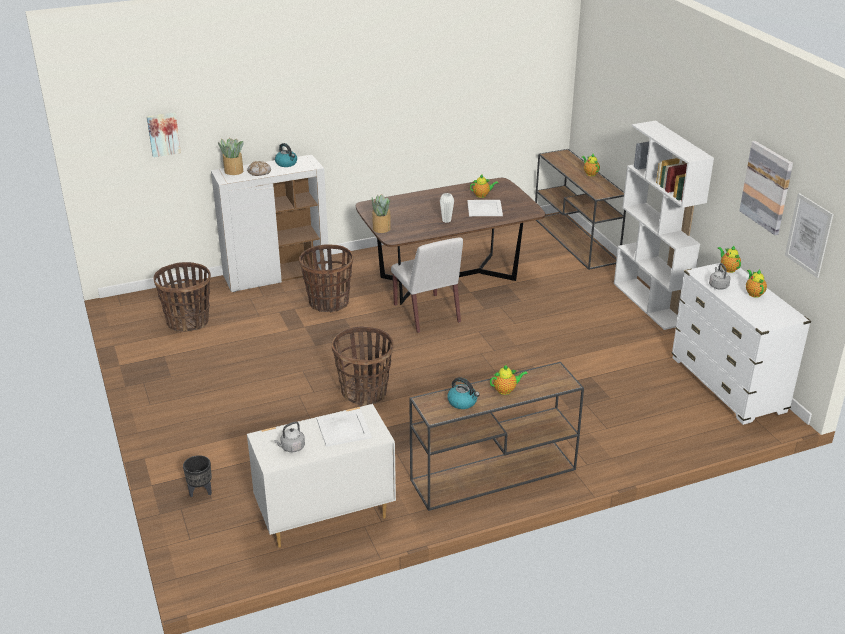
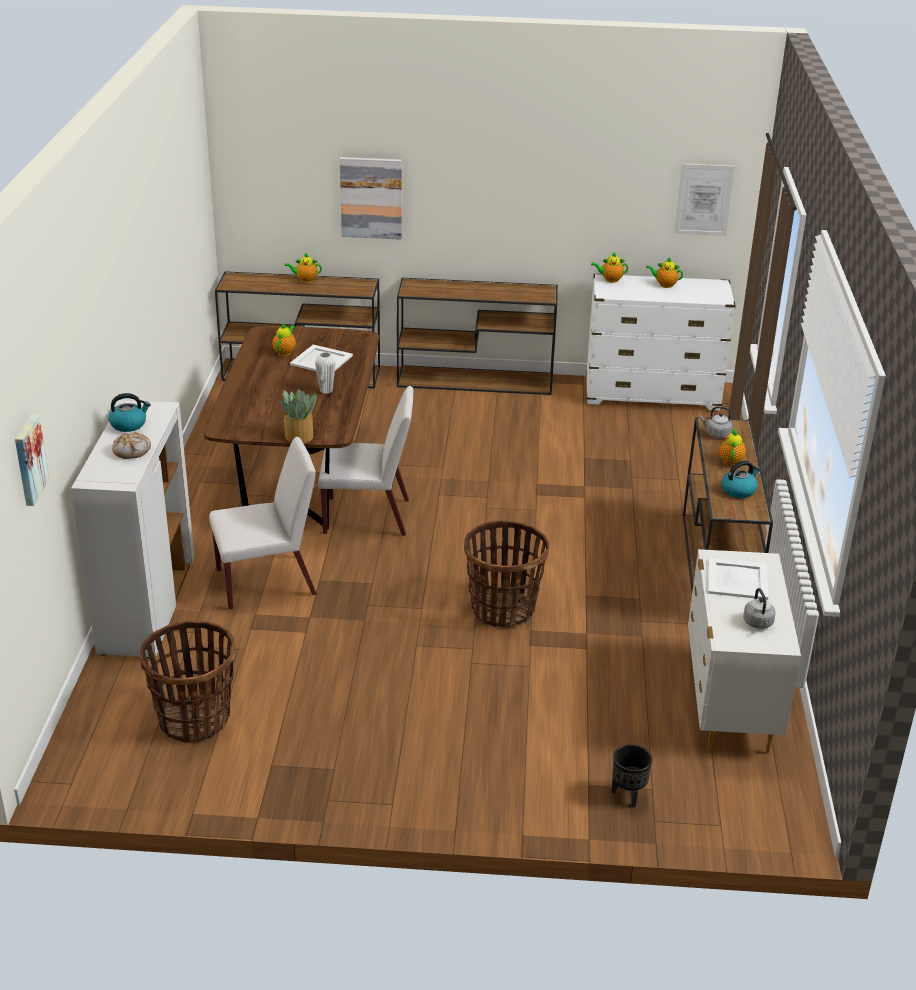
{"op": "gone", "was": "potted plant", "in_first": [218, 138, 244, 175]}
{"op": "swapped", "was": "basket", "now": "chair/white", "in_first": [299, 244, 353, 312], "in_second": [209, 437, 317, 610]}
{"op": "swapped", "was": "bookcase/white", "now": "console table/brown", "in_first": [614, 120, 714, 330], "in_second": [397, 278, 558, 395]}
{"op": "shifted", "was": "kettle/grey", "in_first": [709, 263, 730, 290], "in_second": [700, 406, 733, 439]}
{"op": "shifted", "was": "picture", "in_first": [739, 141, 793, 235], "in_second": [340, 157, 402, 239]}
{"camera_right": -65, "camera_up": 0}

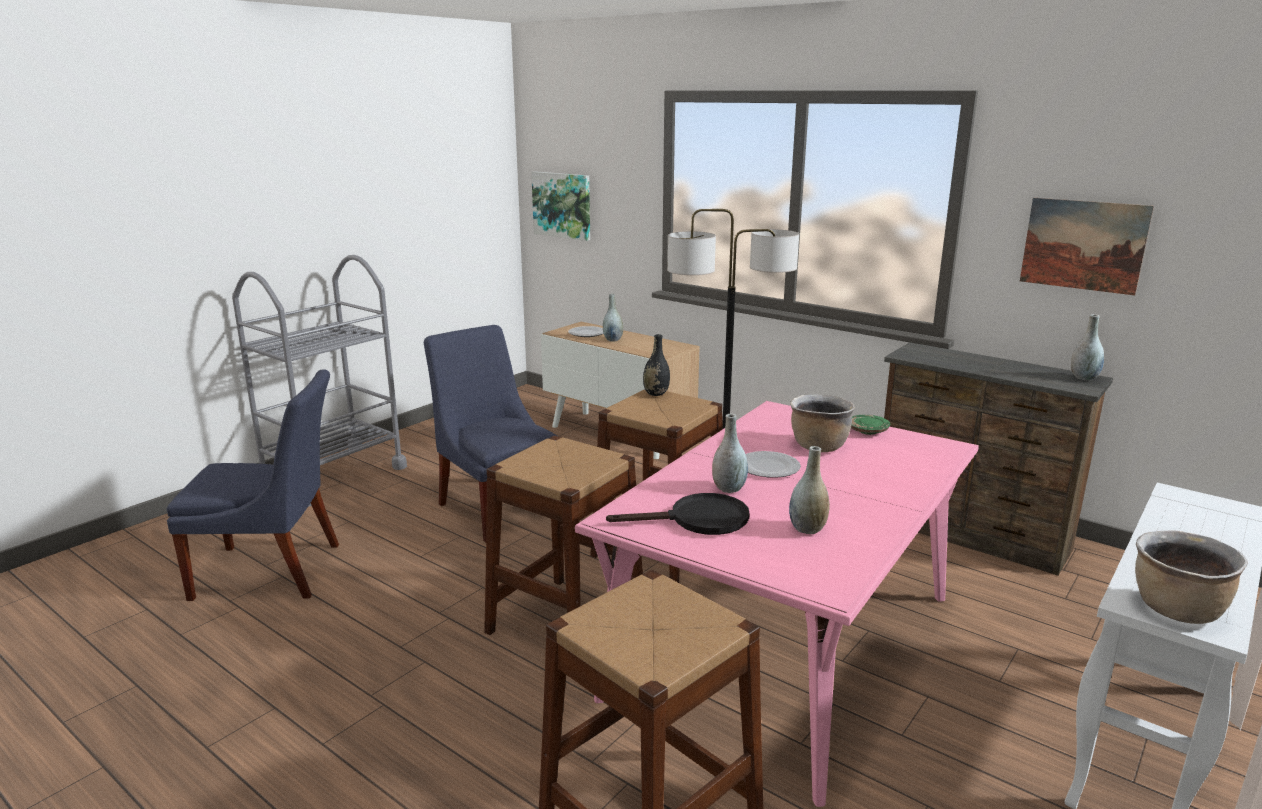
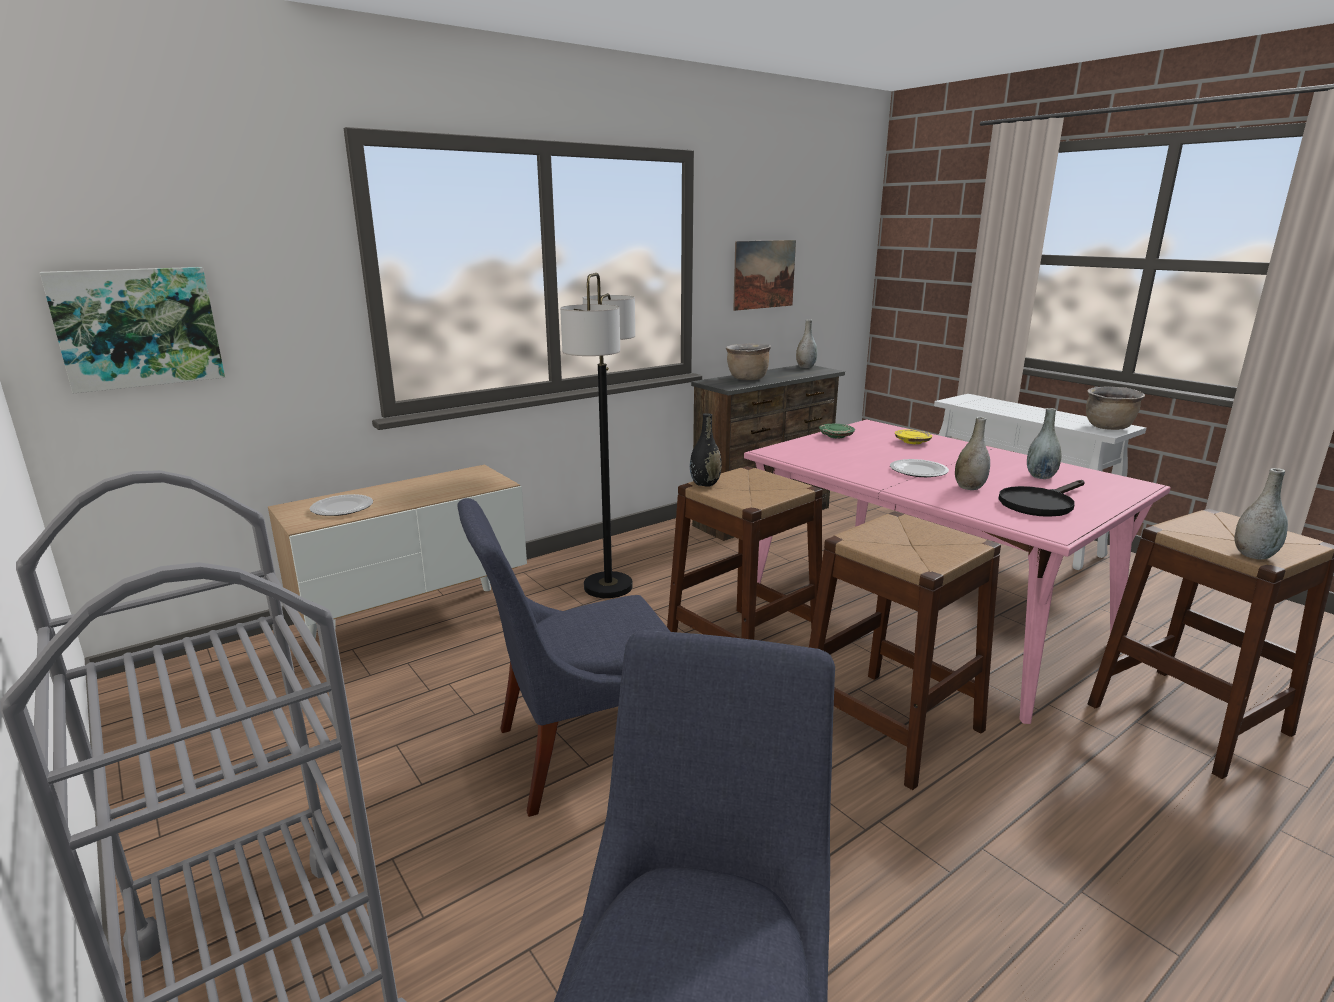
{"op": "shifted", "was": "vase/grey", "in_first": [603, 294, 623, 342], "in_second": [1235, 468, 1288, 560]}
{"op": "rotated", "was": "frying pan/black", "in_first": [606, 493, 750, 535], "in_second": [999, 480, 1085, 517], "clockwise": -135}
{"op": "shifted", "was": "cooking pot/brown", "in_first": [790, 395, 855, 452], "in_second": [726, 343, 771, 380]}
{"op": "new", "now": "plate/yellow", "in_second": [895, 430, 932, 444]}
{"camera_right": -75, "camera_up": 0}

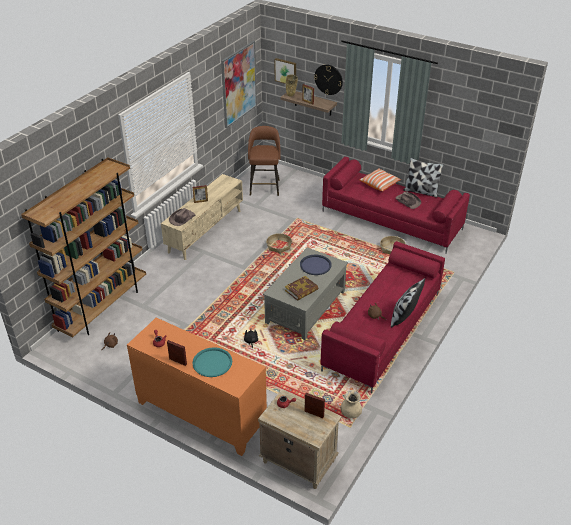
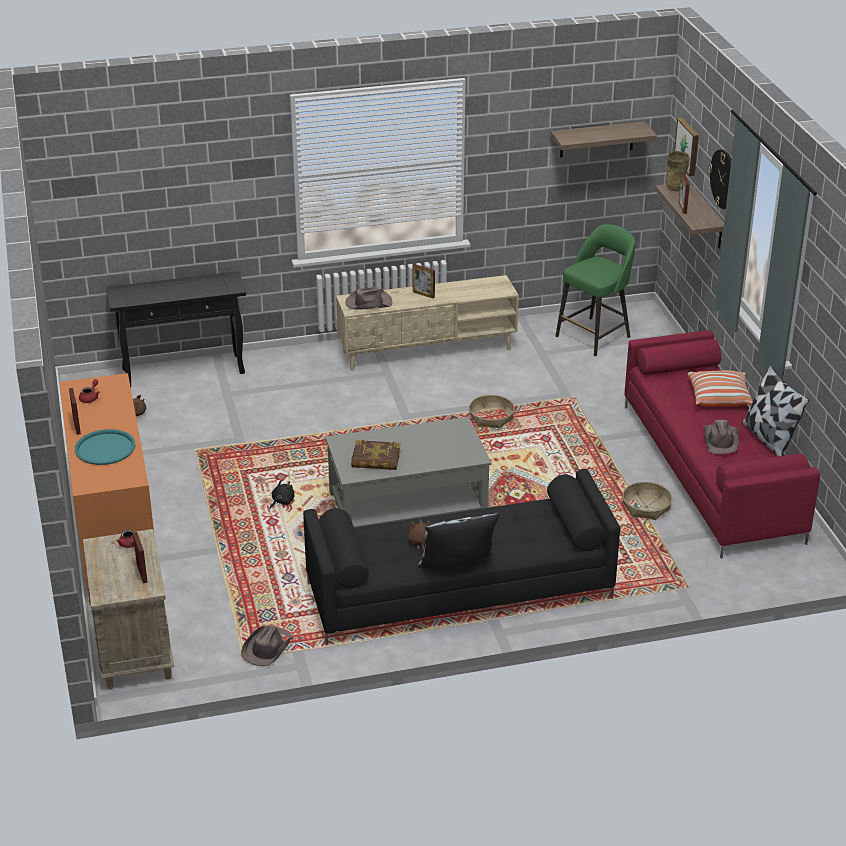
{"op": "swapped", "was": "bookcase/brown", "now": "console table/black", "in_first": [21, 157, 146, 337], "in_second": [106, 271, 246, 387]}
{"op": "swapped", "was": "picture", "now": "shelf", "in_first": [221, 41, 257, 128], "in_second": [551, 121, 657, 157]}
{"op": "repainted", "was": "stool/brown", "now": "stool/green", "in_first": [248, 126, 281, 196], "in_second": [556, 224, 635, 356]}
{"op": "gone", "was": "tray/blue", "in_first": [300, 255, 332, 275]}
{"op": "repainted", "was": "sofa/red", "now": "sofa/black", "in_first": [321, 241, 445, 394], "in_second": [303, 469, 620, 645]}
{"op": "swapped", "was": "vase/beige", "now": "hat/brown", "in_first": [341, 390, 362, 419], "in_second": [241, 625, 293, 666]}
{"camera_right": 45, "camera_up": -5}

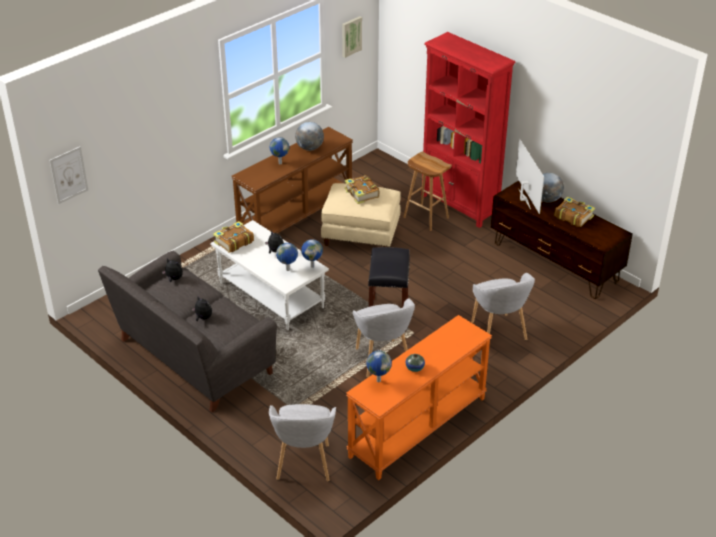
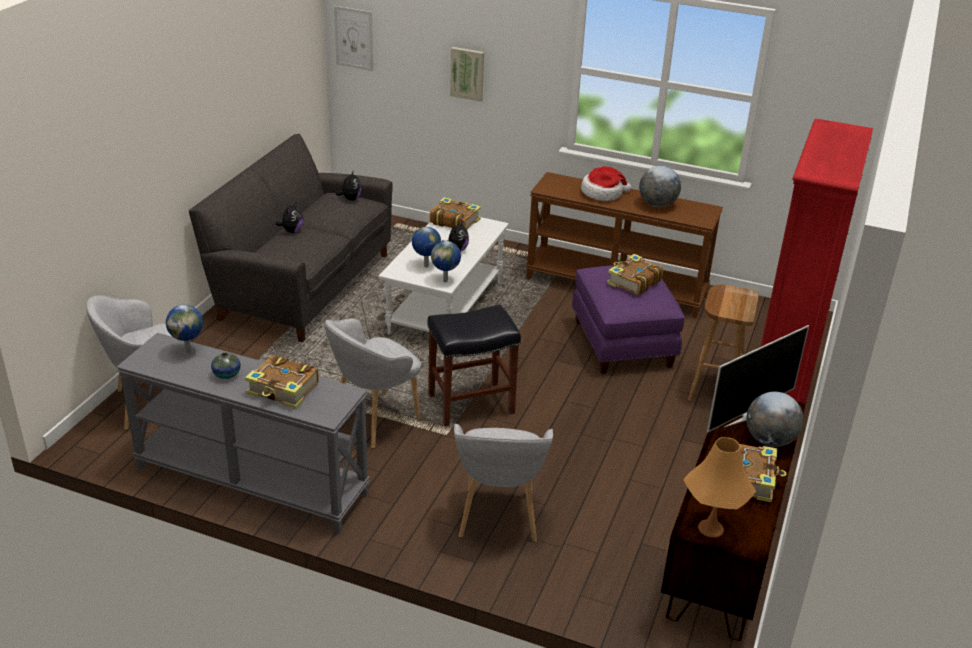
{"op": "swapped", "was": "globe", "now": "hat", "in_first": [270, 137, 289, 164], "in_second": [581, 166, 632, 201]}
{"op": "repainted", "was": "ottoman/beige", "now": "ottoman/purple", "in_first": [321, 183, 401, 247], "in_second": [572, 265, 685, 374]}
{"op": "shifted", "was": "picture", "in_first": [342, 16, 362, 58], "in_second": [450, 47, 484, 102]}
{"op": "repainted", "was": "console table/orange", "now": "console table/grey", "in_first": [346, 315, 492, 480], "in_second": [117, 333, 370, 534]}
{"op": "rotated", "was": "armchair/grey", "in_first": [471, 273, 535, 341], "in_second": [454, 424, 553, 542], "clockwise": -45}
{"op": "new", "now": "book", "in_second": [245, 355, 319, 409]}
{"op": "new", "now": "table lamp/orange", "in_second": [683, 437, 756, 538]}
{"camera_right": 65, "camera_up": -5}

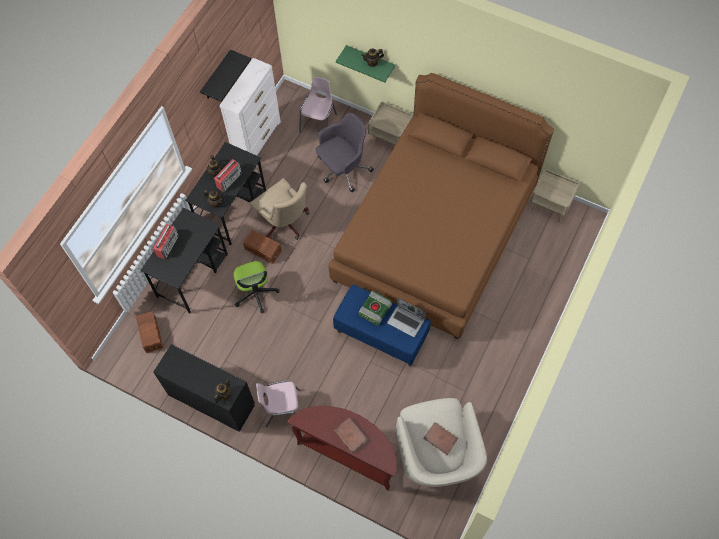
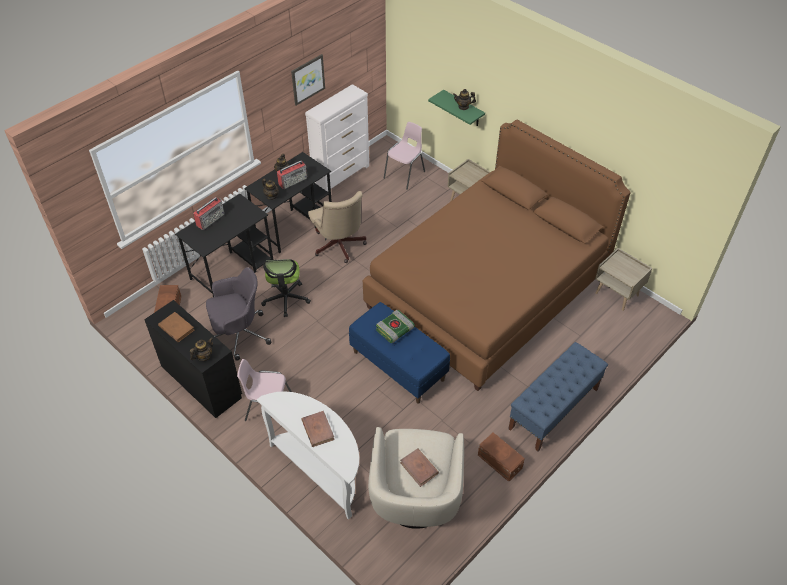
{"op": "swapped", "was": "shelf/black", "now": "picture", "in_first": [200, 50, 251, 102], "in_second": [291, 54, 325, 105]}
{"op": "shifted", "was": "storage box/brown", "in_first": [243, 230, 282, 264], "in_second": [478, 432, 525, 482]}
{"op": "repainted", "was": "console table/brown", "now": "console table/white", "in_first": [287, 406, 397, 490], "in_second": [257, 391, 359, 520]}
{"op": "shifted", "was": "office chair/grey", "in_first": [316, 113, 374, 192], "in_second": [206, 267, 271, 361]}
{"op": "gone", "was": "laptop", "in_first": [387, 298, 426, 337]}
{"op": "new", "now": "book/brown", "in_second": [158, 312, 194, 342]}
{"op": "new", "now": "bench/blue", "in_second": [508, 342, 608, 451]}
{"camera_right": 15, "camera_up": -15}

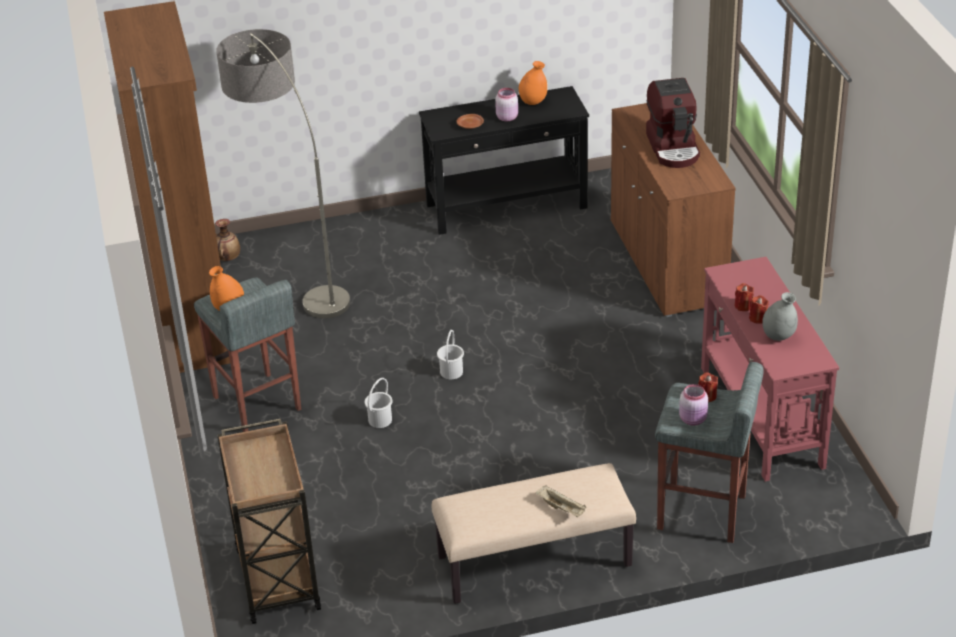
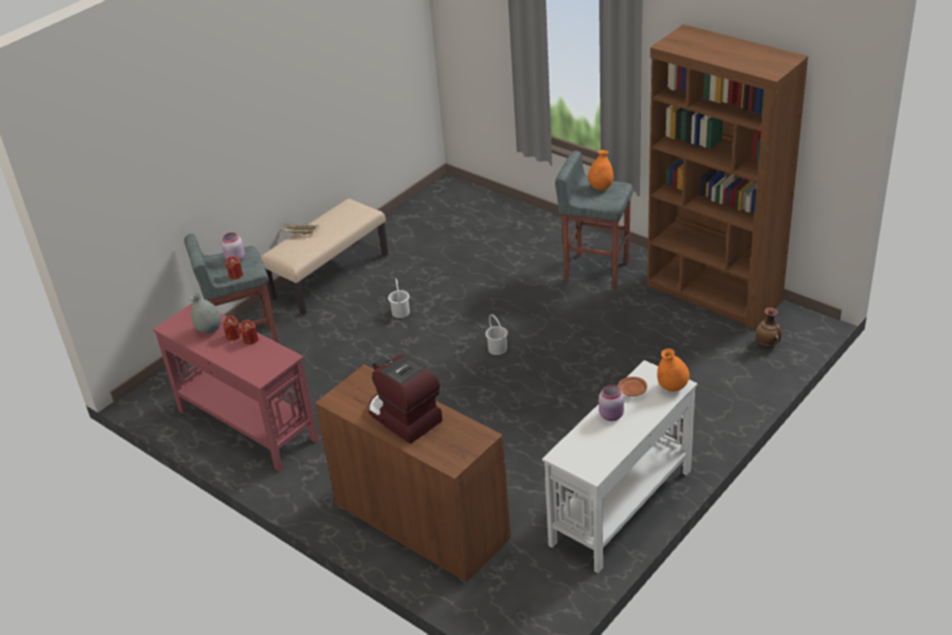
{"op": "gone", "was": "floor lamp", "in_first": [216, 29, 350, 319]}
{"op": "gone", "was": "cart/brown", "in_first": [217, 418, 321, 624]}
{"op": "shifted", "was": "bucket/white", "in_first": [365, 378, 392, 428], "in_second": [388, 278, 410, 318]}
{"op": "repainted", "was": "console table/black", "now": "console table/white", "in_first": [419, 86, 589, 235], "in_second": [542, 360, 697, 573]}
{"op": "shifted", "was": "vase/orange", "in_first": [519, 61, 547, 105], "in_second": [657, 349, 690, 392]}
{"camera_right": 145, "camera_up": 0}

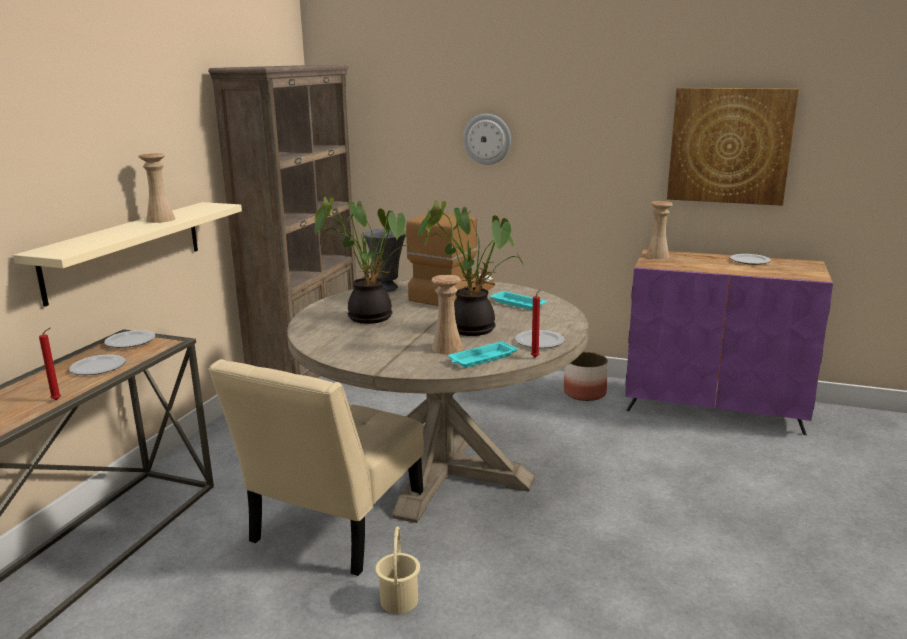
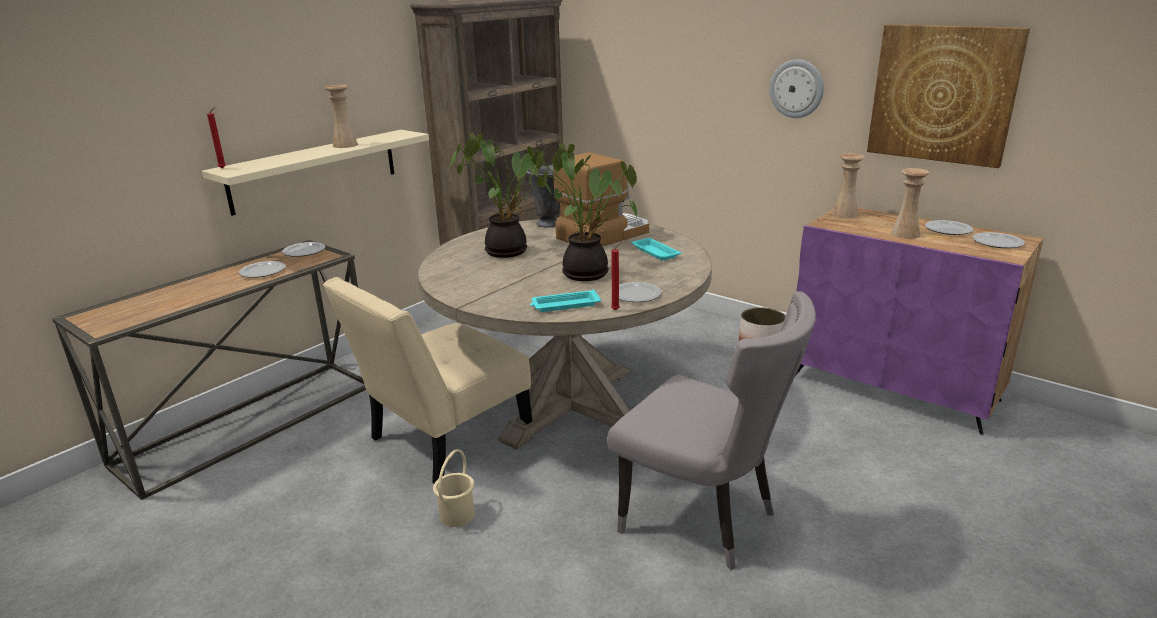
{"op": "shifted", "was": "candle/red", "in_first": [39, 328, 61, 400], "in_second": [207, 107, 226, 169]}
{"op": "shifted", "was": "vase/beige", "in_first": [432, 275, 463, 354], "in_second": [891, 168, 929, 239]}
{"op": "shifted", "was": "wall clock", "in_first": [463, 114, 511, 165], "in_second": [770, 59, 824, 118]}
{"op": "new", "now": "chair/grey", "in_second": [607, 291, 816, 570]}
{"op": "new", "now": "plate", "in_second": [973, 232, 1025, 248]}
{"camera_right": 20, "camera_up": 5}

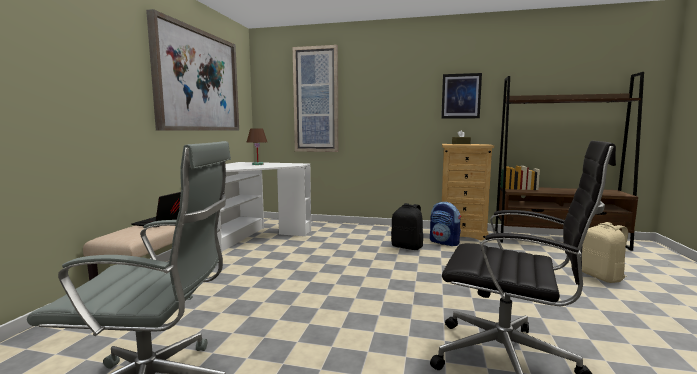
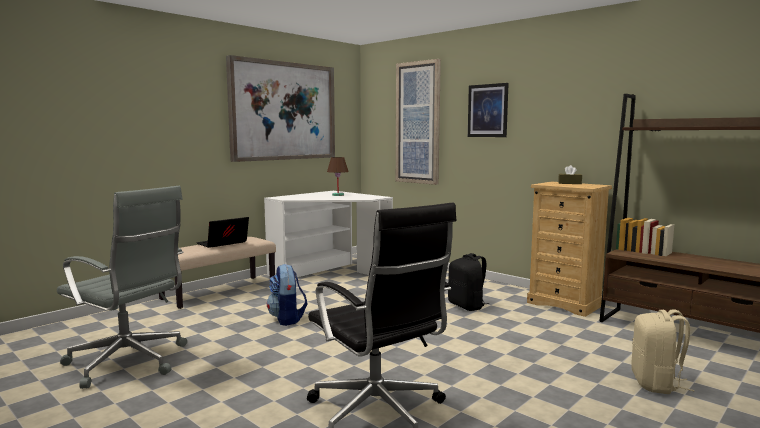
{"op": "shifted", "was": "backpack", "in_first": [430, 202, 461, 246], "in_second": [267, 264, 308, 326]}
{"op": "shifted", "was": "picture", "in_first": [441, 73, 482, 119], "in_second": [468, 83, 509, 137]}
{"camera_right": 30, "camera_up": 0}

